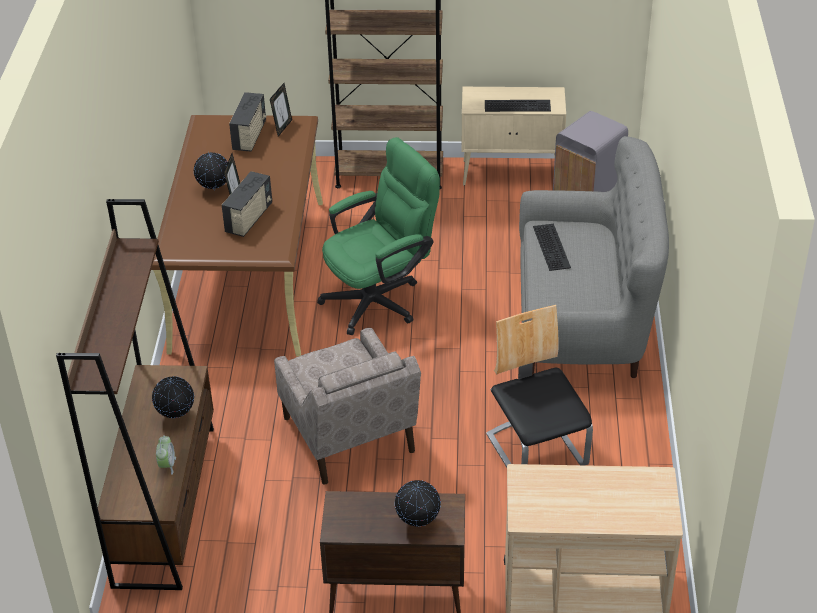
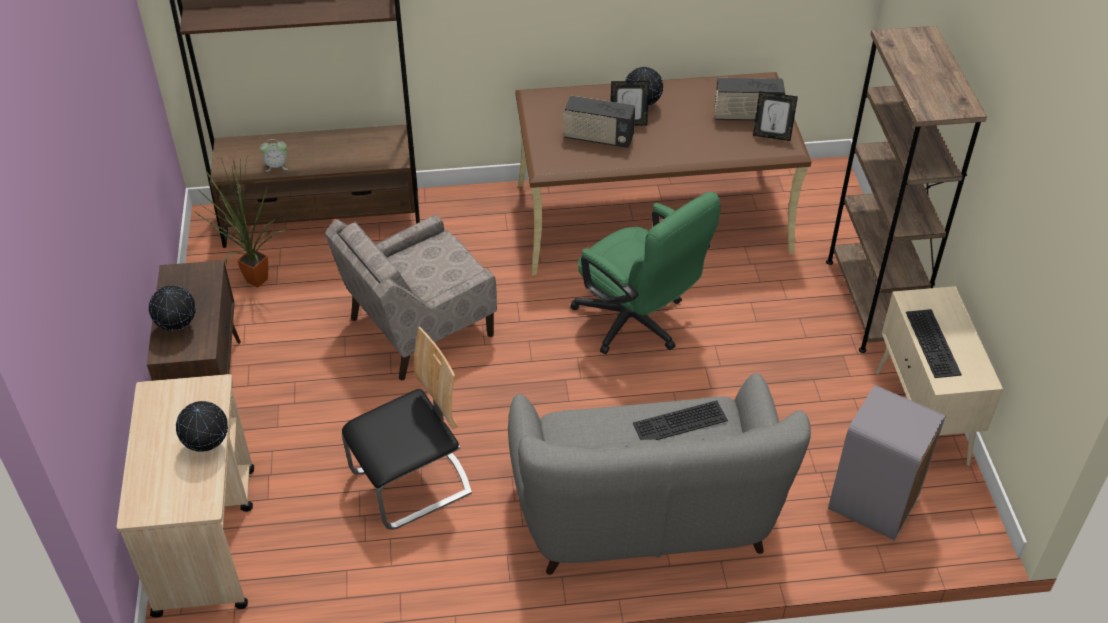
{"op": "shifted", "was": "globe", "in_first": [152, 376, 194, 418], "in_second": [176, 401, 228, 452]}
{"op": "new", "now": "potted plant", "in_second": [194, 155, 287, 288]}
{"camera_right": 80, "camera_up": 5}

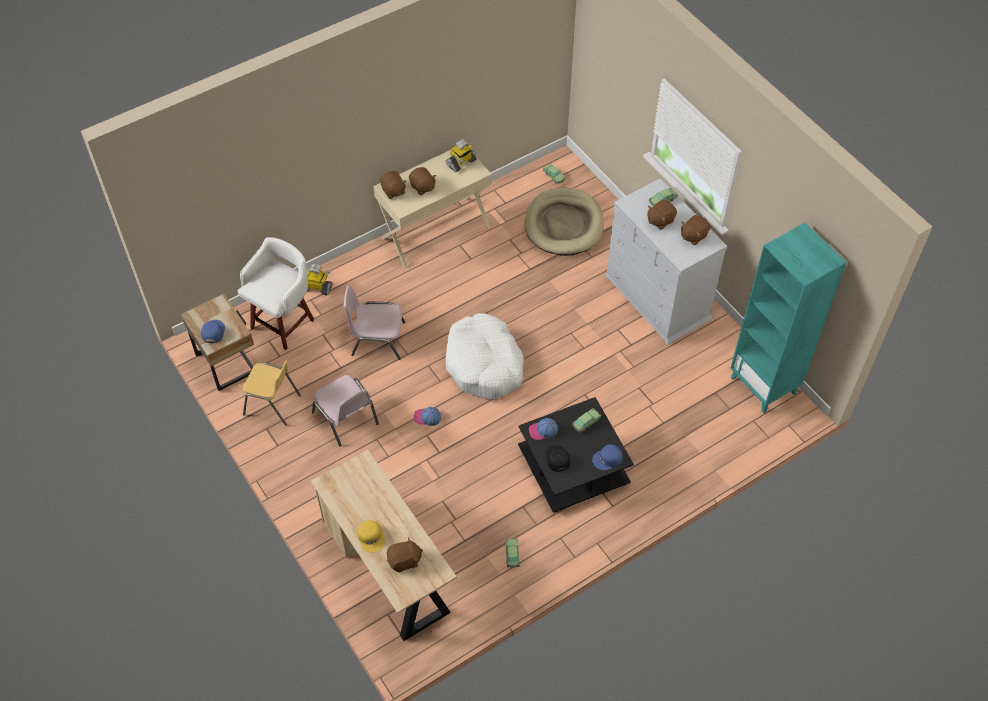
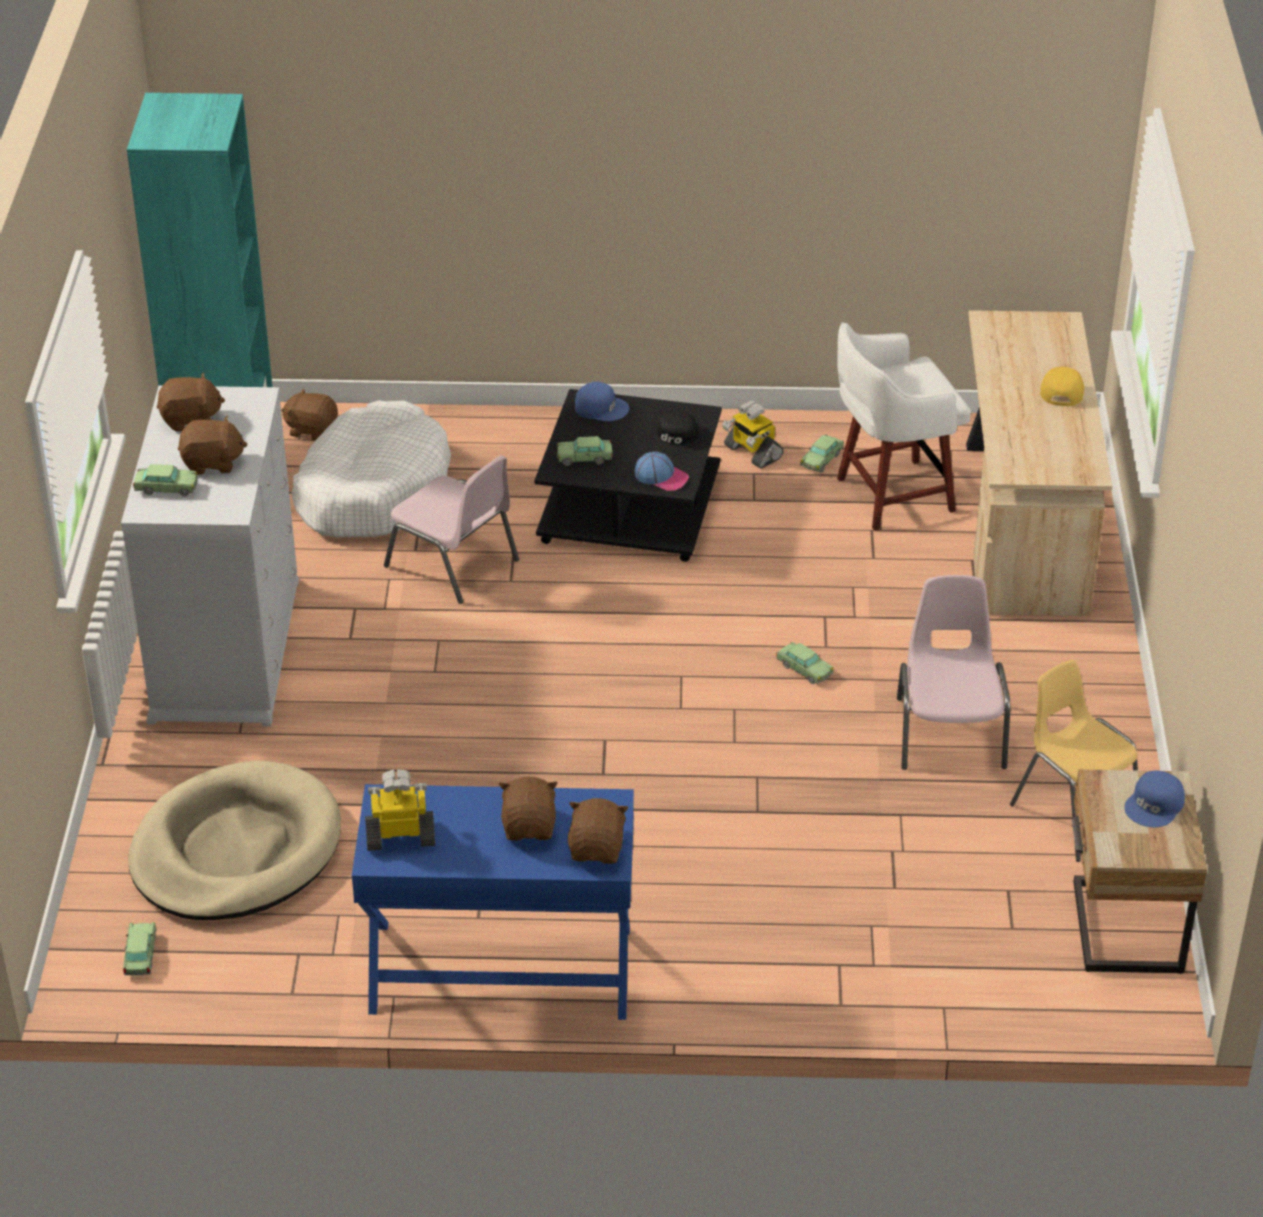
{"op": "shifted", "was": "stool/white", "in_first": [238, 237, 314, 350], "in_second": [837, 322, 971, 531]}
{"op": "shifted", "was": "toy robot", "in_first": [307, 264, 332, 295], "in_second": [722, 400, 783, 469]}
{"op": "shifted", "was": "chair/pink", "in_first": [344, 286, 405, 360], "in_second": [384, 455, 519, 604]}
{"op": "repainted", "was": "console table/beige", "now": "console table/blue", "in_first": [373, 149, 492, 269], "in_second": [352, 784, 634, 1020]}
{"op": "shifted", "was": "plush toy/brown", "in_first": [387, 537, 423, 572], "in_second": [281, 388, 338, 440]}
{"op": "swapped", "was": "cap", "now": "toy car", "in_first": [413, 407, 441, 426], "in_second": [776, 642, 833, 684]}
{"op": "shifted", "was": "dog bed/white", "in_first": [445, 313, 524, 400], "in_second": [291, 400, 451, 538]}
{"camera_right": -145, "camera_up": -15}

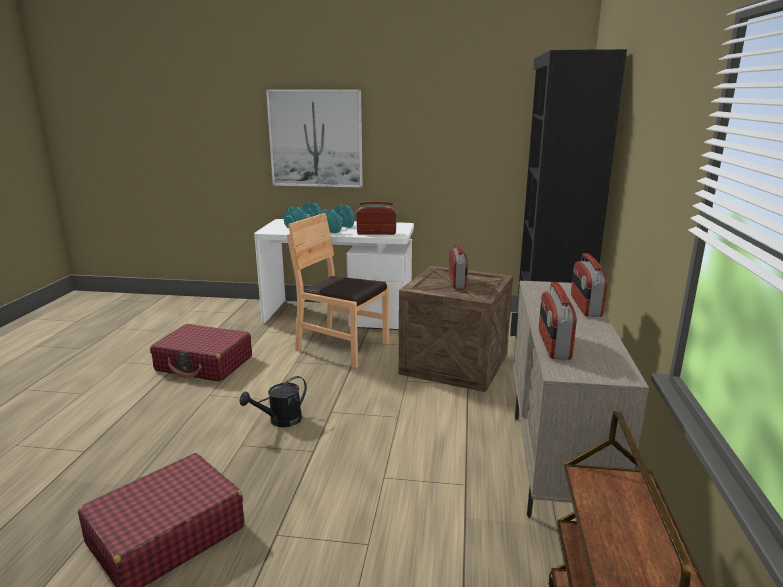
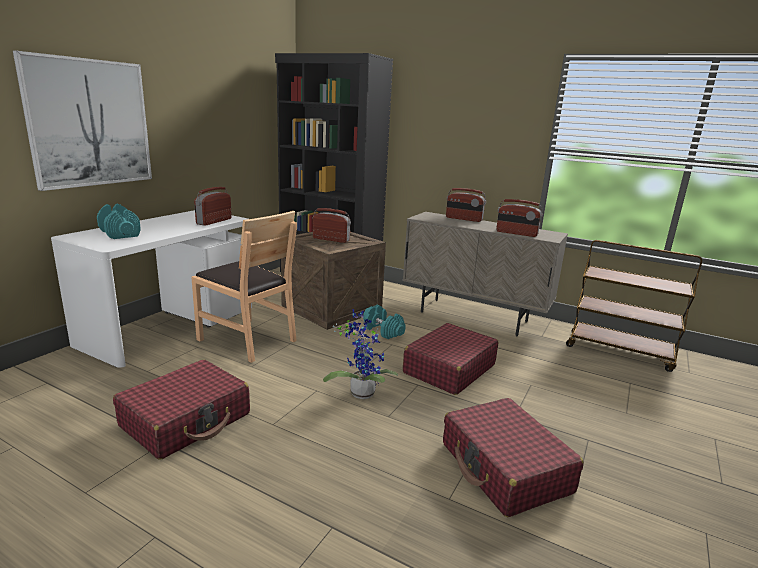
{"op": "swapped", "was": "watering can/black", "now": "potted plant", "in_first": [239, 376, 307, 427], "in_second": [323, 309, 398, 399]}
{"op": "rotated", "was": "chair/brown", "in_first": [287, 213, 389, 368], "in_second": [191, 211, 297, 363], "clockwise": -105}
{"op": "shifted", "was": "dumbbell/turquoise", "in_first": [320, 205, 354, 233], "in_second": [363, 305, 406, 339]}
{"op": "new", "now": "suitcase/red", "in_second": [403, 323, 498, 395]}
{"camera_right": -70, "camera_up": 0}

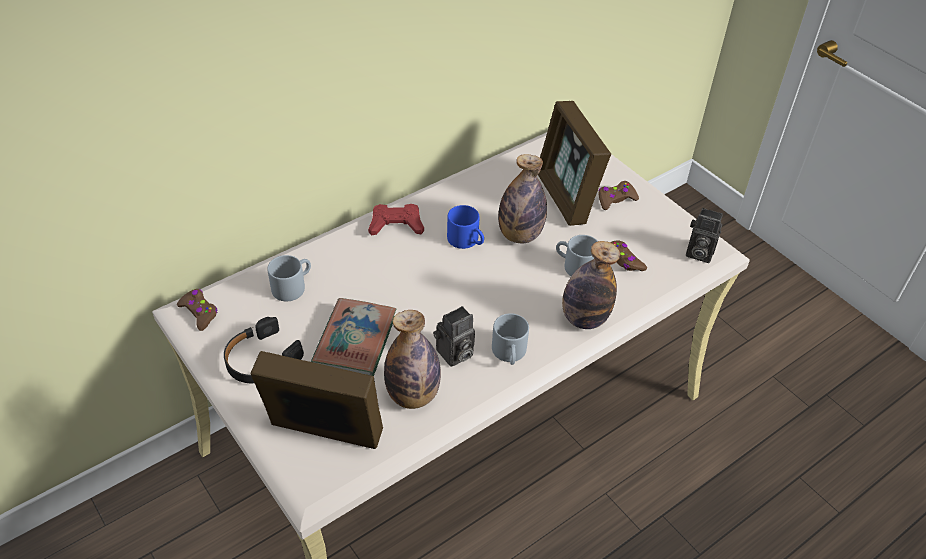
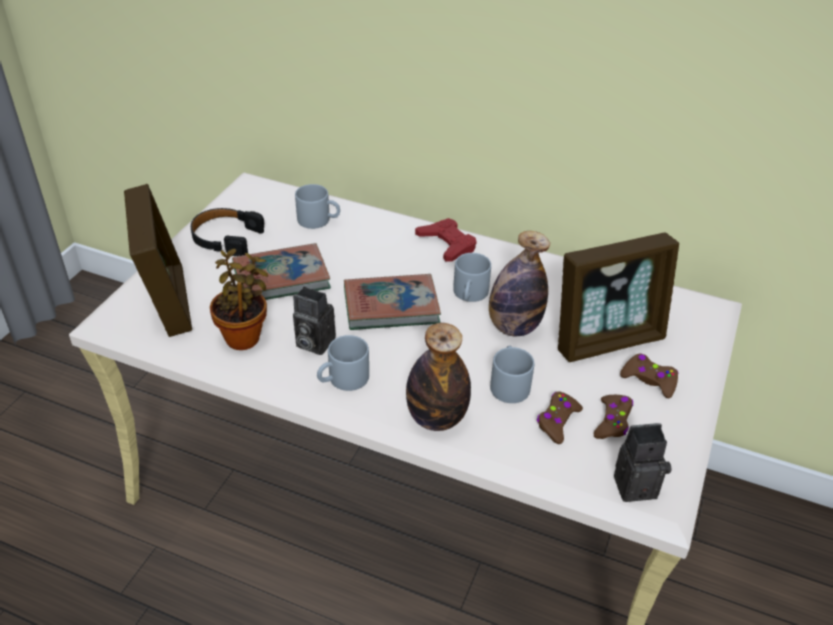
{"op": "shifted", "was": "game controller/brown", "in_first": [177, 289, 217, 331], "in_second": [594, 395, 633, 439]}
{"op": "swapped", "was": "bottle", "now": "potted plant", "in_first": [384, 310, 441, 409], "in_second": [210, 249, 268, 350]}
{"op": "repainted", "was": "mug/blue", "now": "mug/grey", "in_first": [447, 205, 484, 249], "in_second": [453, 253, 491, 302]}
{"op": "rotated", "was": "picture frame", "in_first": [538, 101, 611, 226], "in_second": [558, 232, 679, 362], "clockwise": -150}
{"op": "rotated", "was": "photo camera", "in_first": [686, 208, 723, 263], "in_second": [614, 423, 671, 502], "clockwise": 90}
{"op": "new", "now": "book", "in_second": [344, 274, 441, 330]}
{"camera_right": 60, "camera_up": -5}

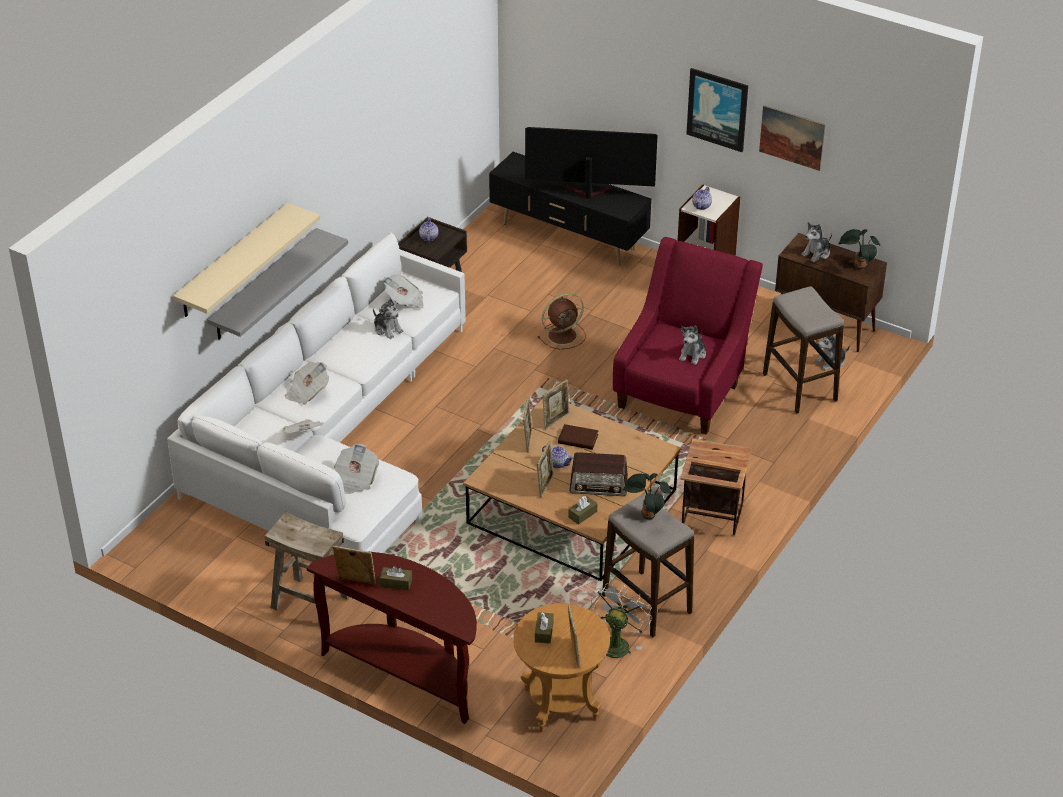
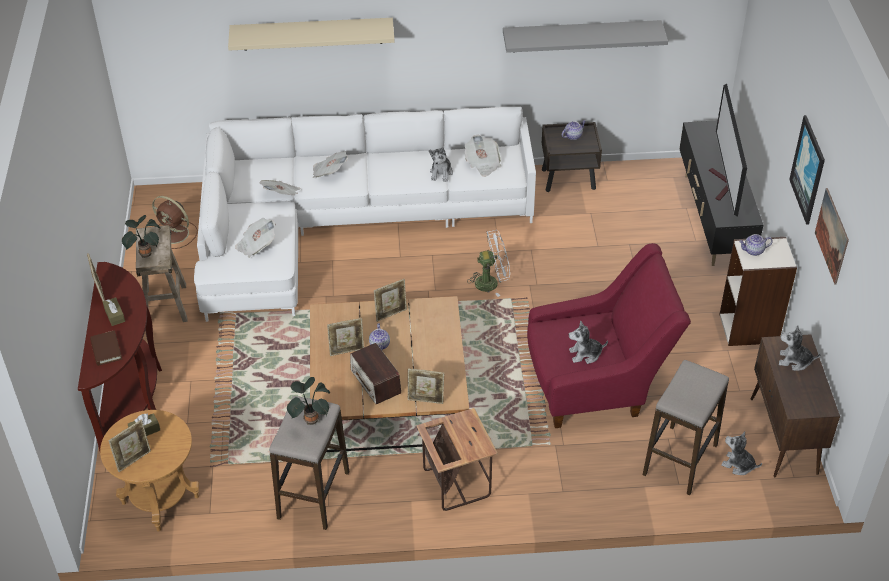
{"op": "shifted", "was": "shelf/grey", "in_first": [207, 228, 348, 340], "in_second": [503, 20, 668, 53]}
{"op": "rotated", "was": "television", "in_first": [525, 127, 658, 199], "in_second": [709, 84, 747, 217], "clockwise": -150}
{"op": "shifted", "was": "fan/brown", "in_first": [537, 293, 586, 349], "in_second": [152, 196, 197, 249]}
{"op": "shifted", "was": "picture frame", "in_first": [542, 379, 569, 430], "in_second": [408, 368, 444, 404]}
{"op": "shifted", "was": "book/brown", "in_first": [558, 424, 598, 450], "in_second": [90, 330, 122, 366]}
{"op": "gone", "was": "tissue box/brown", "in_first": [568, 496, 598, 525]}
{"op": "shifted", "was": "fan/white", "in_first": [591, 583, 652, 661], "in_second": [467, 230, 510, 297]}
{"op": "shifted", "was": "potted plant", "in_first": [838, 229, 880, 270], "in_second": [122, 215, 160, 258]}
{"camera_right": 55, "camera_up": 5}

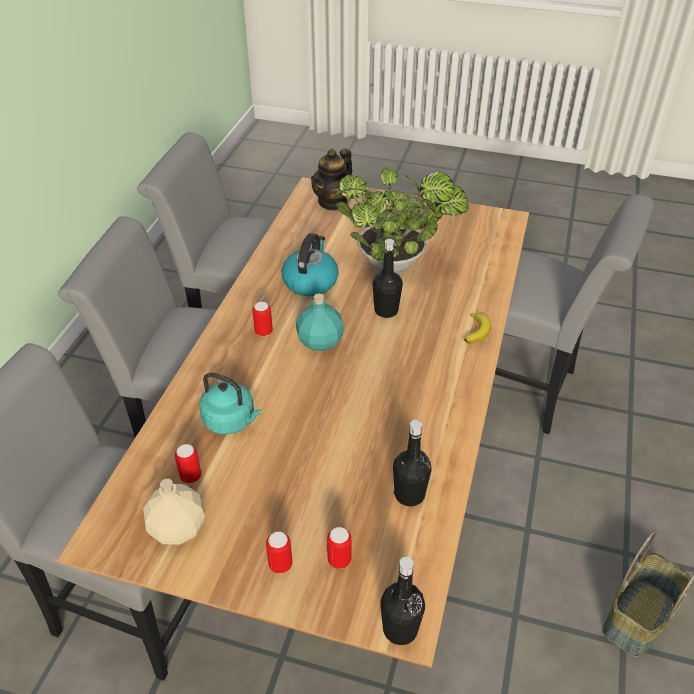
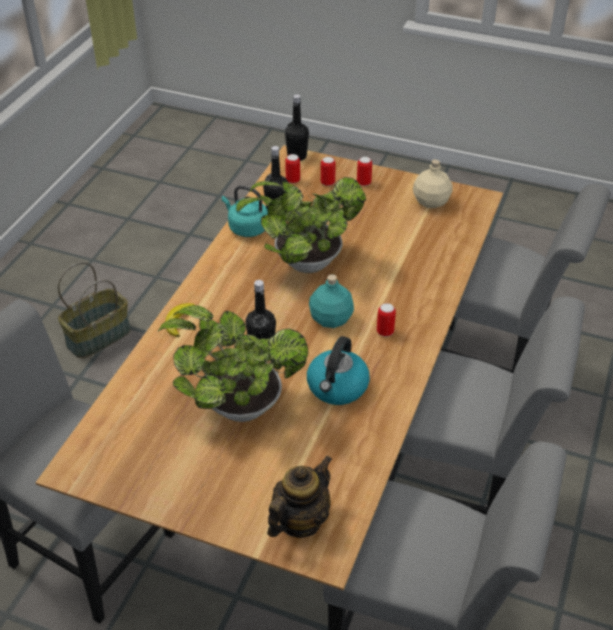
{"op": "shifted", "was": "can", "in_first": [175, 444, 201, 484], "in_second": [285, 154, 300, 183]}
{"op": "shifted", "was": "kettle/turquoise", "in_first": [199, 372, 261, 434], "in_second": [222, 185, 268, 237]}
{"op": "new", "now": "potted plant", "in_second": [236, 177, 366, 273]}
{"camera_right": -175, "camera_up": 0}

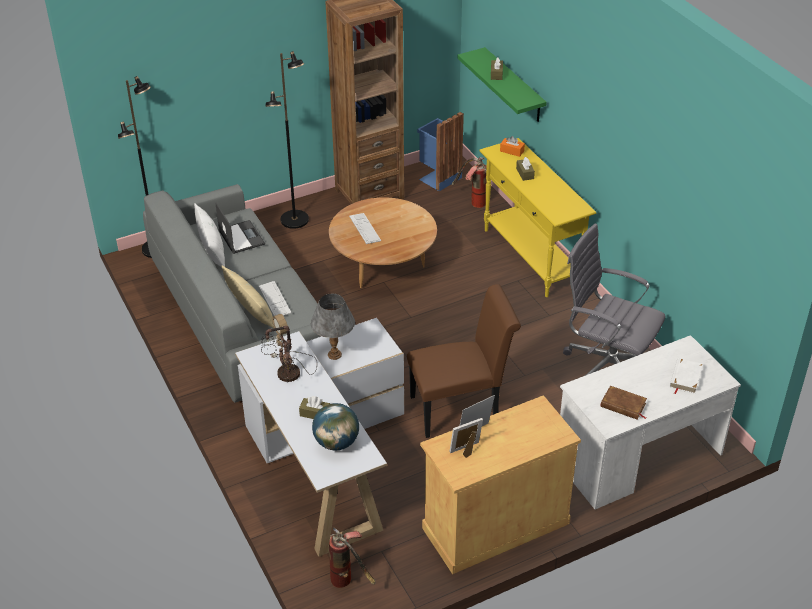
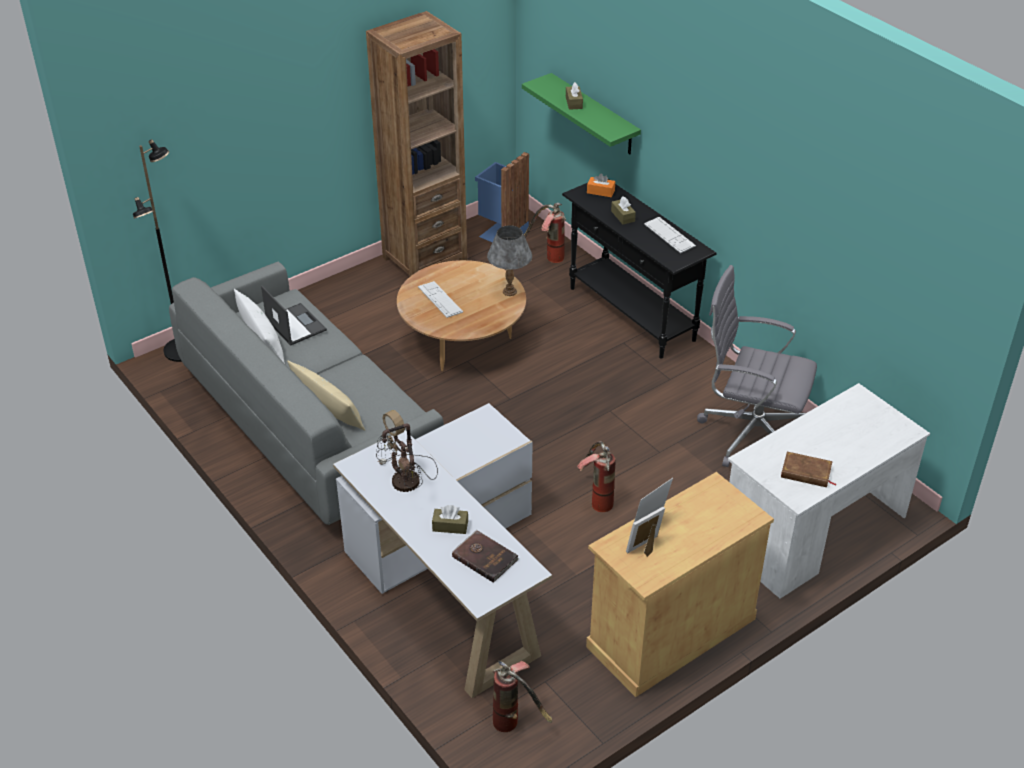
{"op": "shifted", "was": "keyboard", "in_first": [259, 281, 292, 316], "in_second": [644, 217, 696, 253]}
{"op": "gone", "was": "floor lamp/black", "in_first": [265, 51, 309, 229]}
{"op": "shifted", "was": "table lamp/grey", "in_first": [311, 294, 355, 360], "in_second": [487, 225, 532, 296]}
{"op": "swapped", "was": "globe", "now": "book/brown", "in_first": [312, 403, 359, 450], "in_second": [452, 530, 519, 583]}
{"op": "swapped", "was": "chair/brown", "now": "fire extinguisher", "in_first": [407, 284, 521, 438], "in_second": [577, 441, 616, 512]}
{"op": "repainted", "was": "console table/yellow", "now": "console table/black", "in_first": [479, 138, 596, 297], "in_second": [562, 179, 717, 359]}
{"op": "gone", "was": "book/white", "in_first": [670, 358, 703, 394]}
{"camera_right": -10, "camera_up": 0}

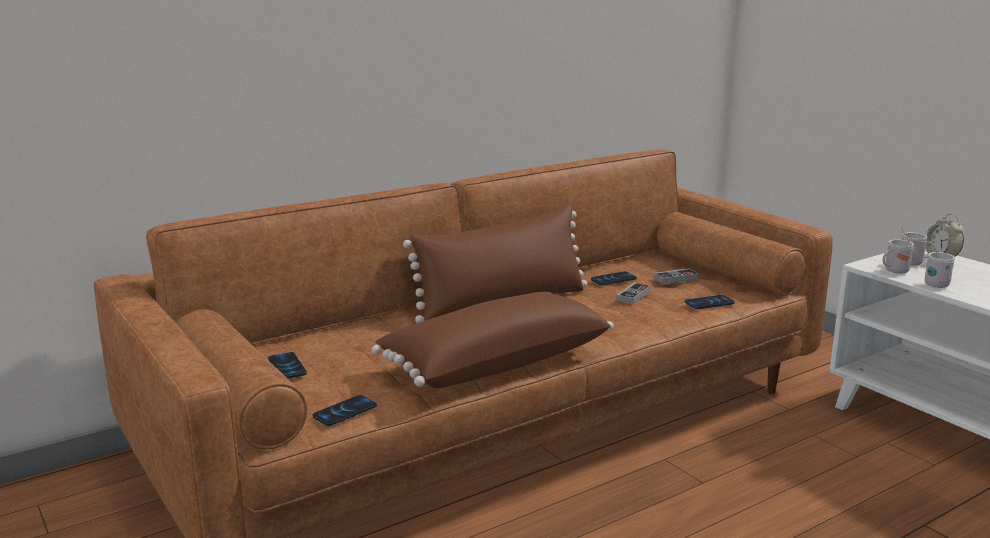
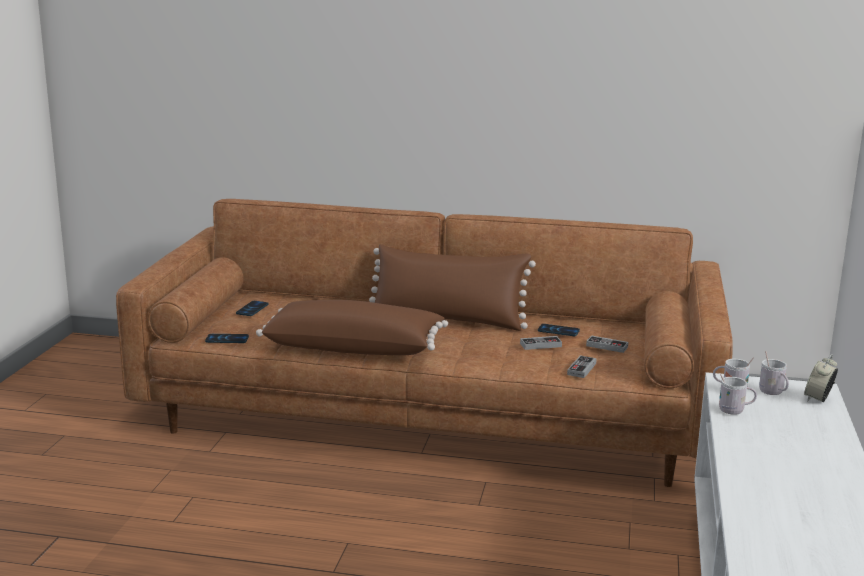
{"op": "swapped", "was": "phone", "now": "game controller", "in_first": [685, 295, 735, 309], "in_second": [567, 355, 597, 378]}
{"camera_right": 45, "camera_up": 0}

